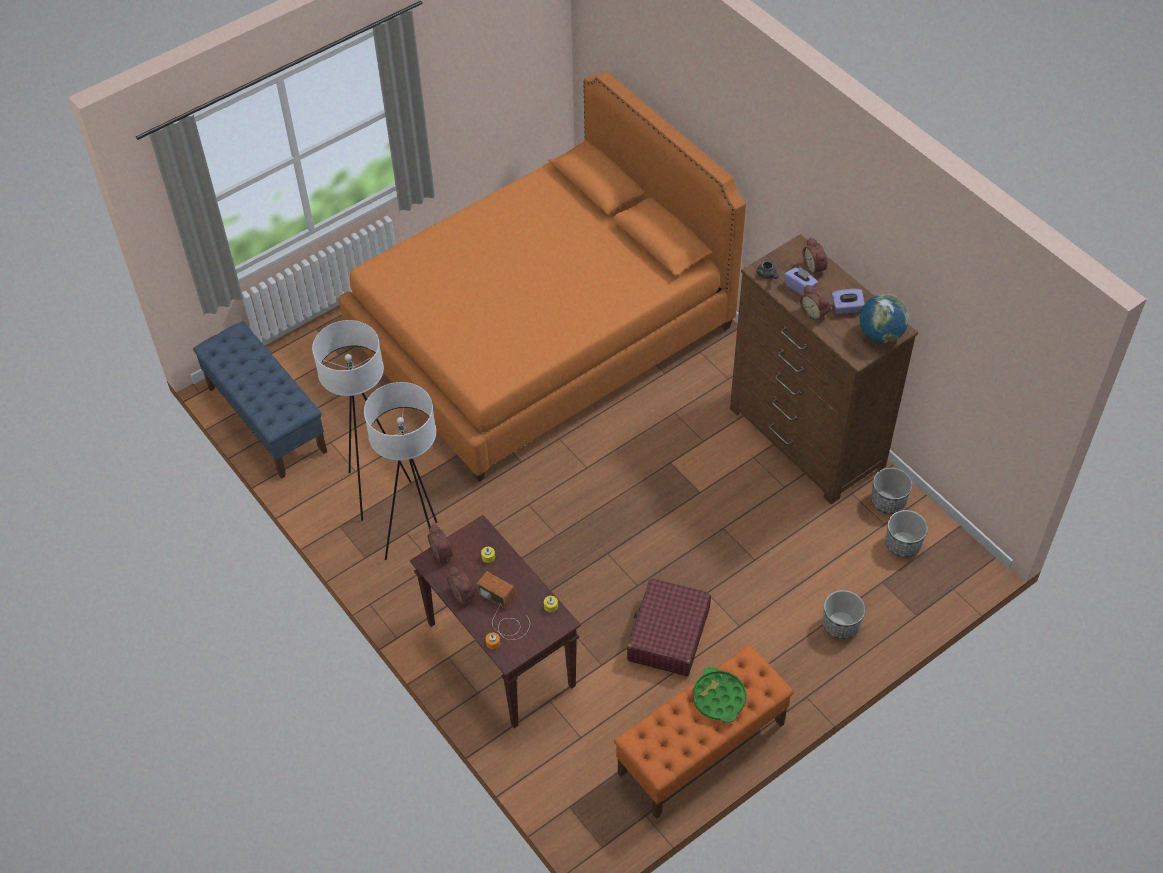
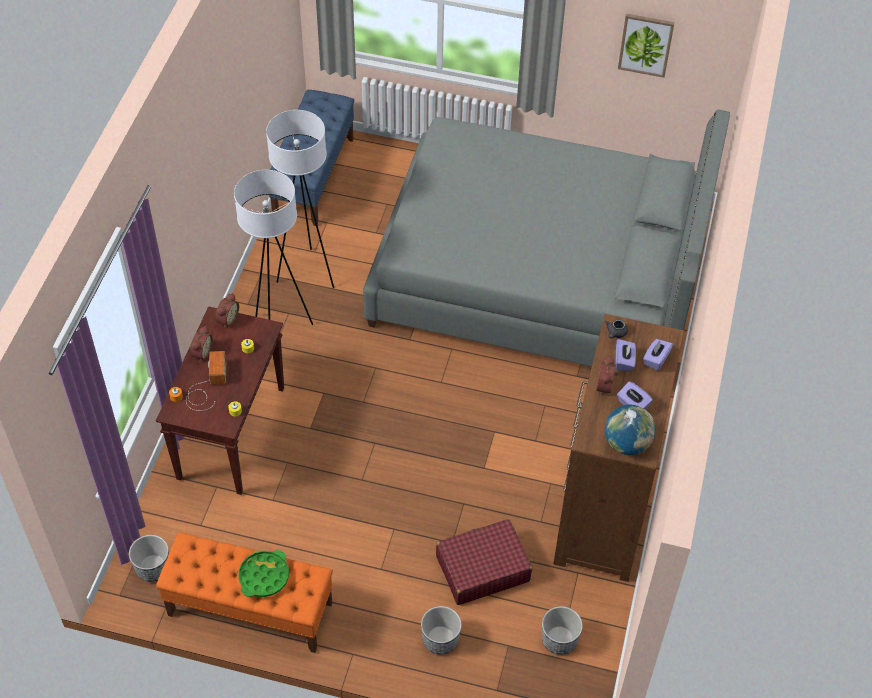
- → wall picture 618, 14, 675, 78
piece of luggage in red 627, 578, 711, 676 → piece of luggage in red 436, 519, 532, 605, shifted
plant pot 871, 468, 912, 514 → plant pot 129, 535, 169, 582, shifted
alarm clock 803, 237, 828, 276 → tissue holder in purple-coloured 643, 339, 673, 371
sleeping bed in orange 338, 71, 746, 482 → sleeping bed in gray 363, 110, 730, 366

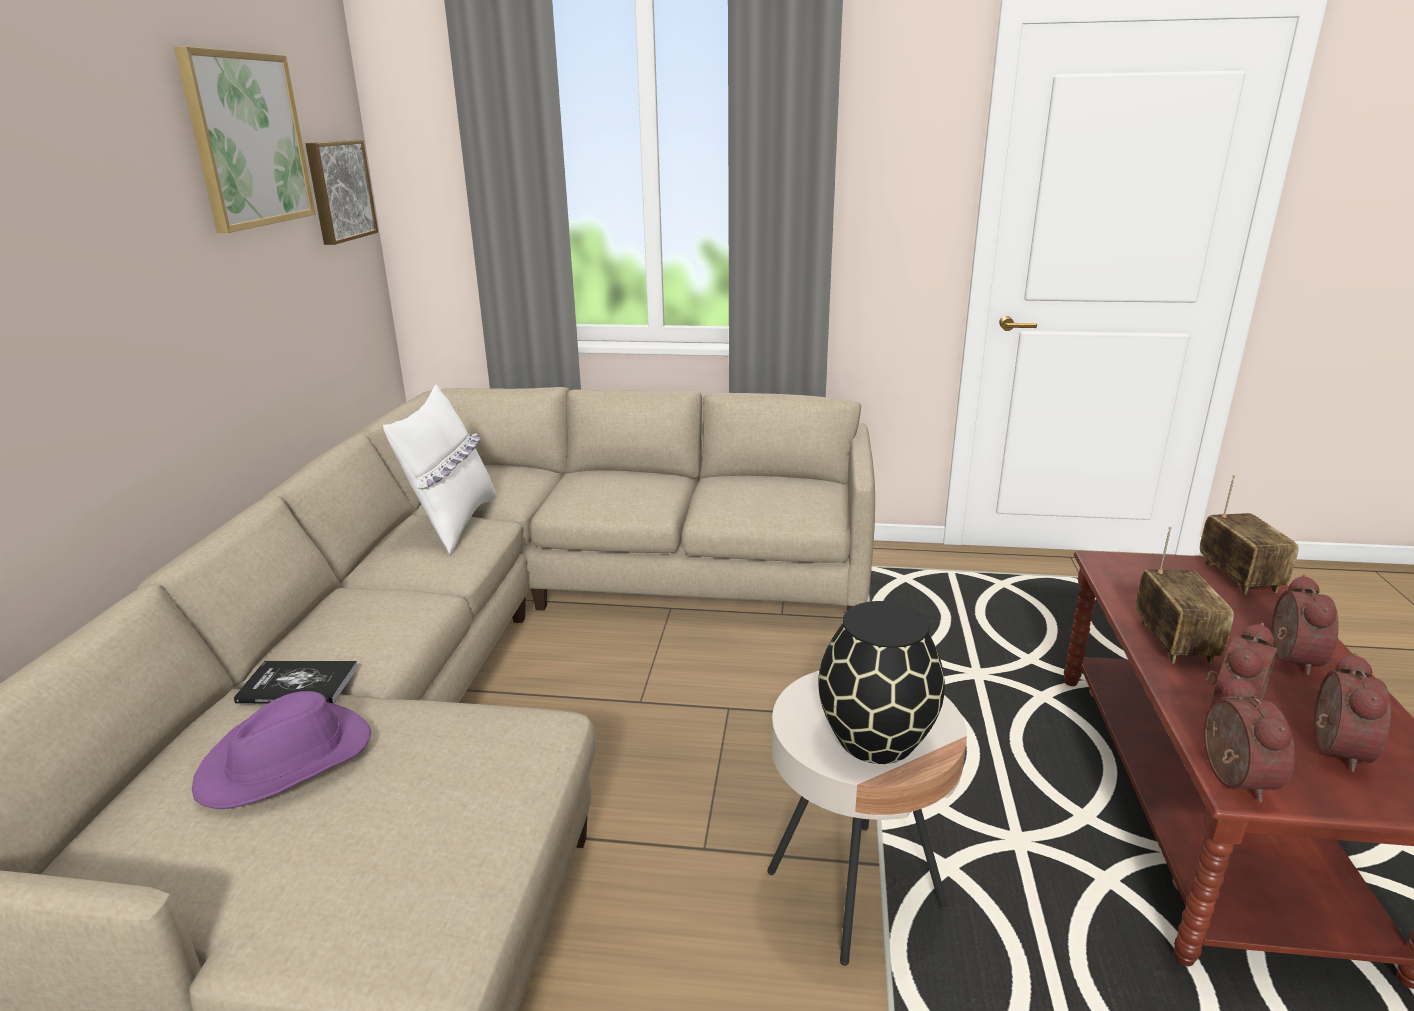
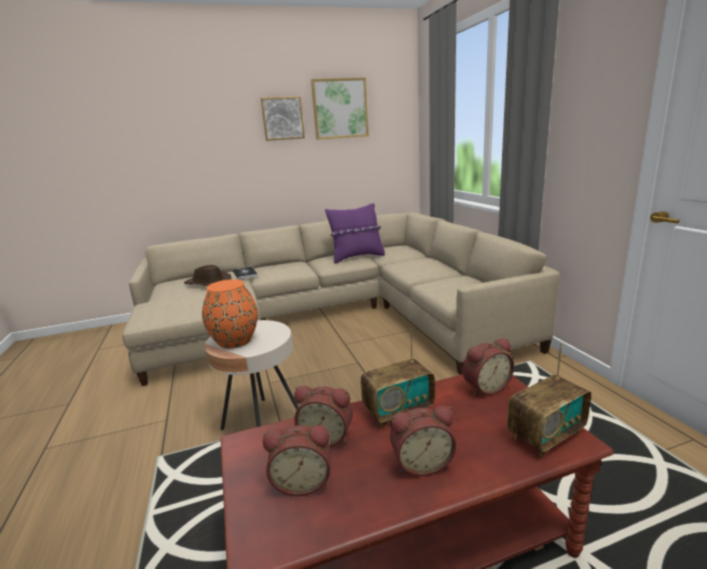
wall picture 306, 140, 378, 245 → wall picture 261, 96, 305, 141, shifted
alarm clock 1204, 676, 1295, 803 → alarm clock 462, 338, 514, 396, shifted
hat in purple-coloured 192, 691, 371, 809 → hat in brown 184, 265, 232, 286
throw pillow in white-coloured 383, 385, 496, 554 → throw pillow in purple-coloured 325, 203, 385, 264
flower vase in black-coloured 818, 601, 945, 764 → flower vase in orange 202, 279, 258, 349

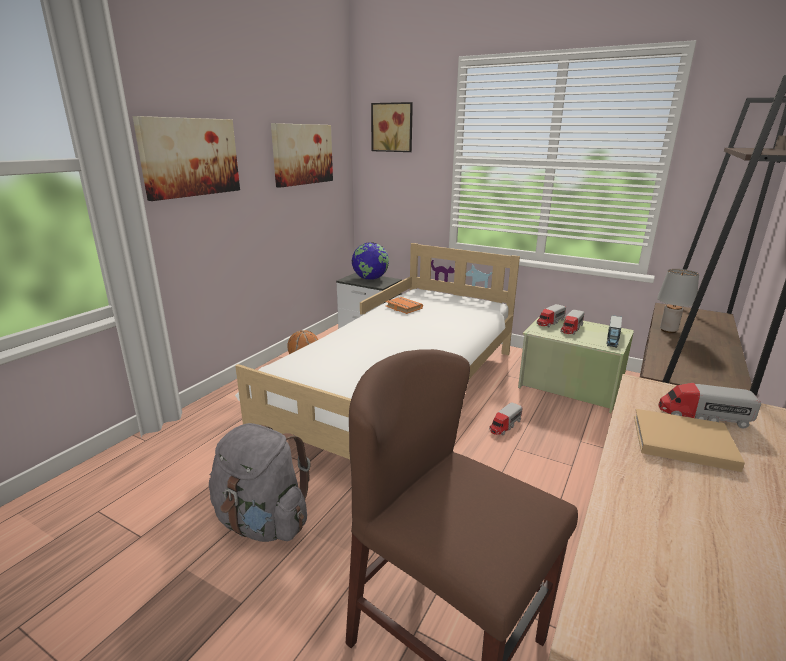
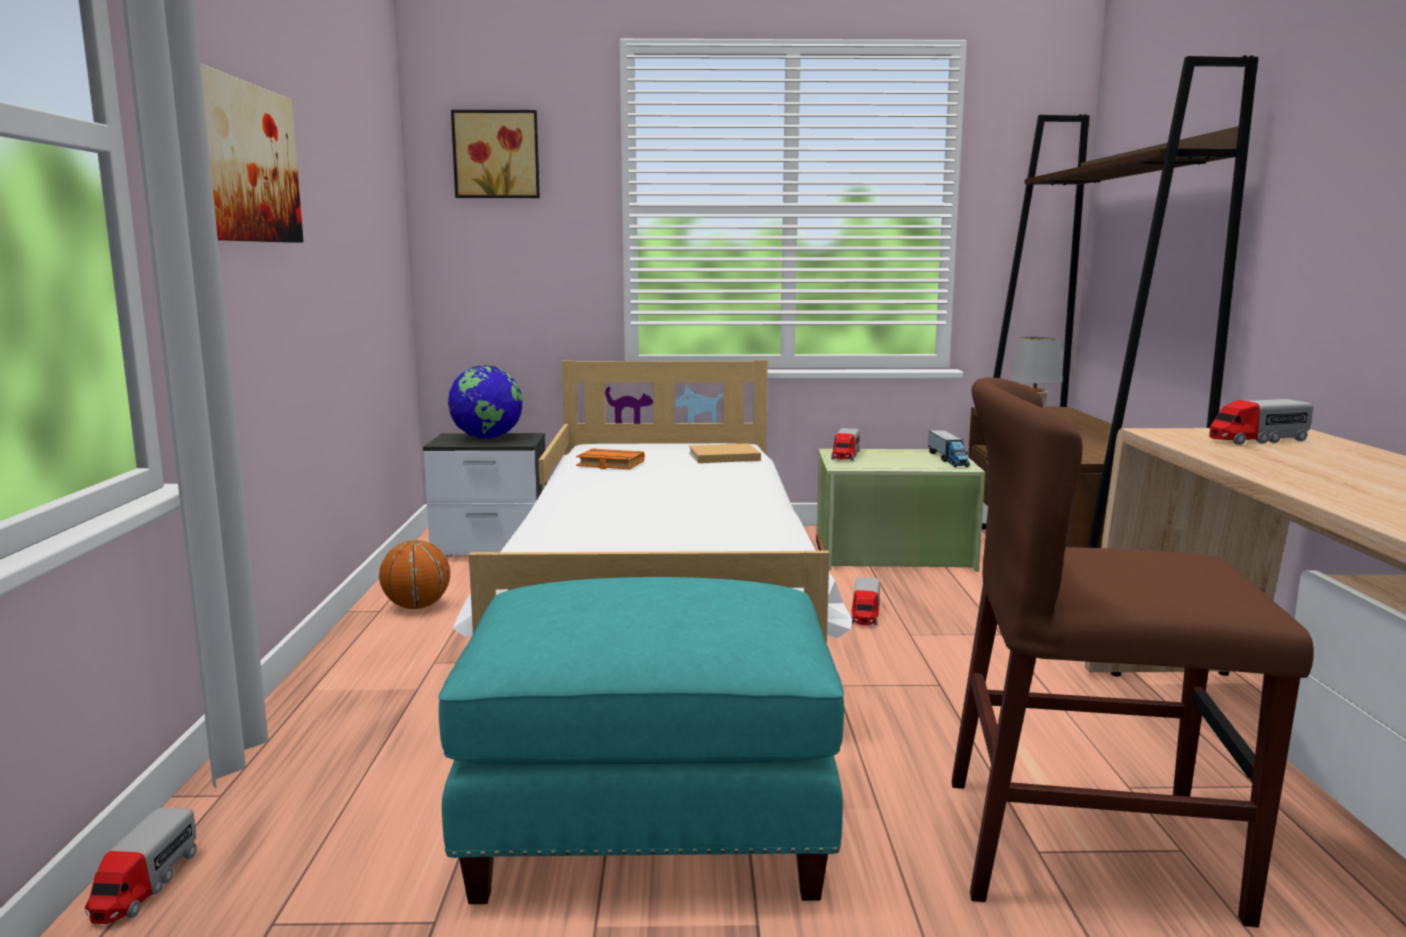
wall picture 271, 123, 333, 188 → -
model truck 560, 310, 584, 335 → model truck 85, 808, 197, 924, shifted
book in beige 634, 409, 745, 472 → book in beige 689, 443, 761, 463, shifted
rucksack in gray 209, 423, 311, 542 → ottoman in turquoise 438, 577, 844, 904

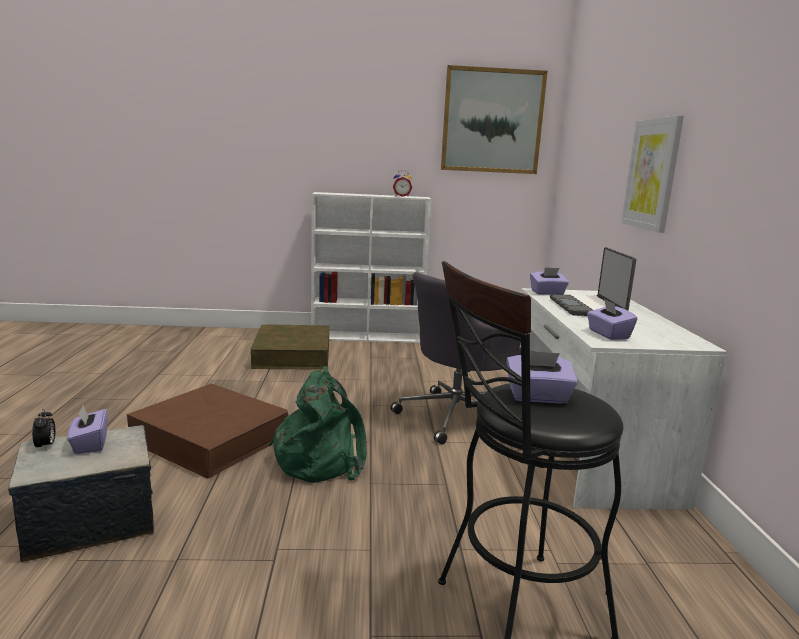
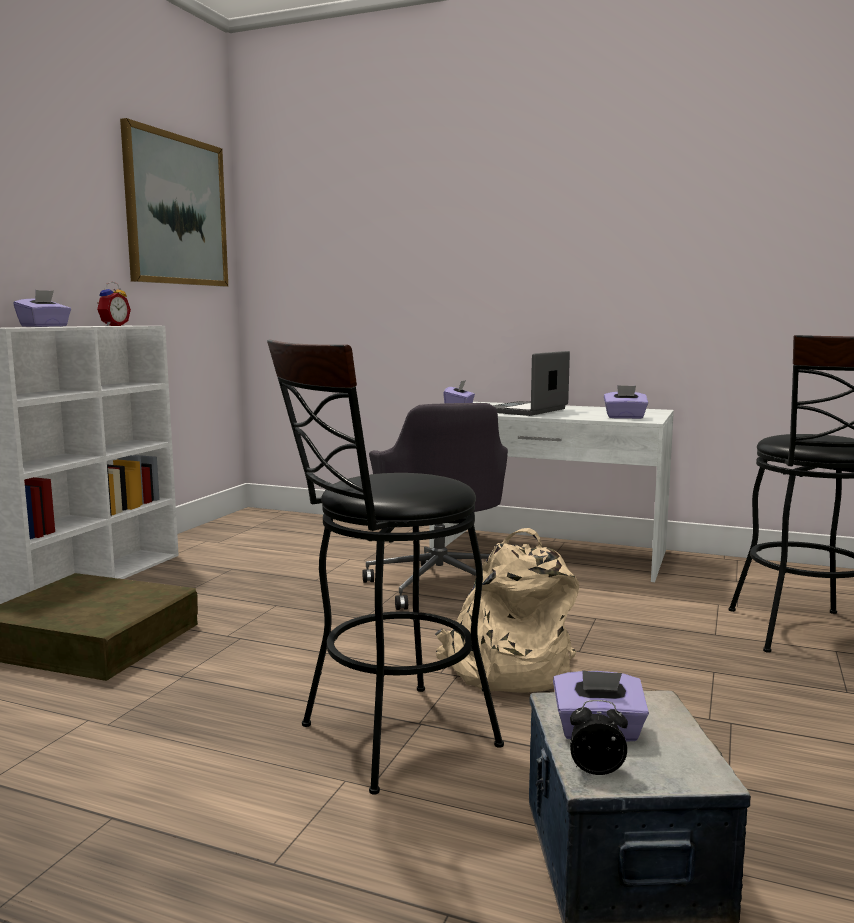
wall picture 621, 115, 684, 233 → -
tissue holder in purple-coloured 506, 351, 578, 403 → tissue holder in purple-coloured 13, 290, 71, 327, shifted
storage box in brown 127, 384, 288, 479 → stool seat in black-coloured 267, 340, 504, 795
rucksack in green-coloured 269, 366, 367, 483 → rucksack in beige 435, 528, 579, 692
portable computer 550, 247, 636, 316 → portable computer 493, 351, 570, 416, 105 degrees clockwise

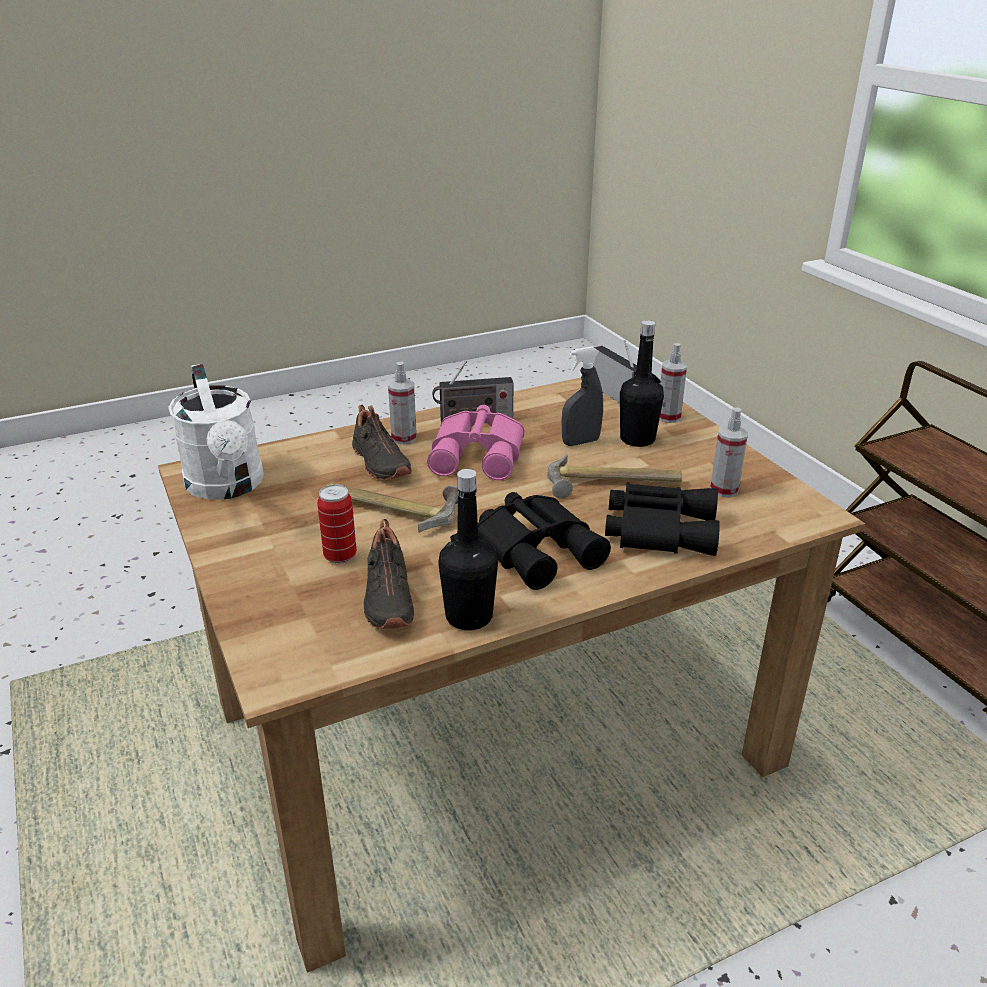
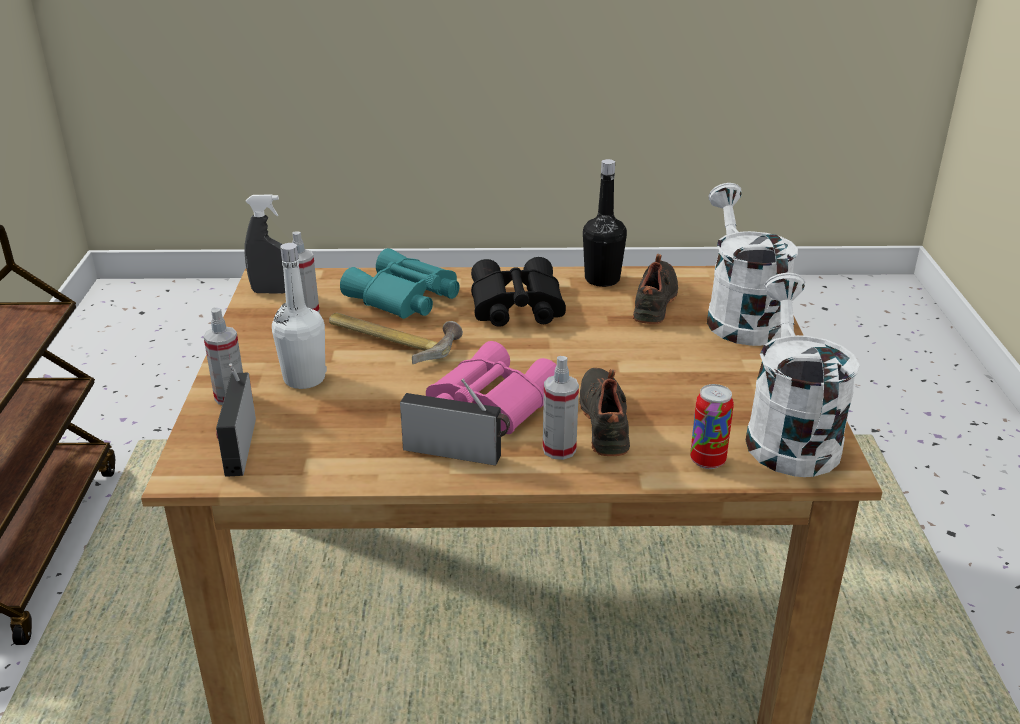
hammer 326, 483, 458, 533 → -
- → sprinkling can in white-coloured 707, 183, 798, 346
sealed can 317, 485, 357, 564 → sealed can 690, 384, 734, 469, shifted
spray bottle in gray 561, 347, 603, 446 → spray bottle in gray 244, 194, 285, 293, shifted
field glasses in black-coloured 605, 483, 720, 556 → field glasses in turquoise 340, 248, 460, 319
drink bottle in black-coloured 620, 320, 664, 447 → drink bottle in white-coloured 272, 243, 327, 389

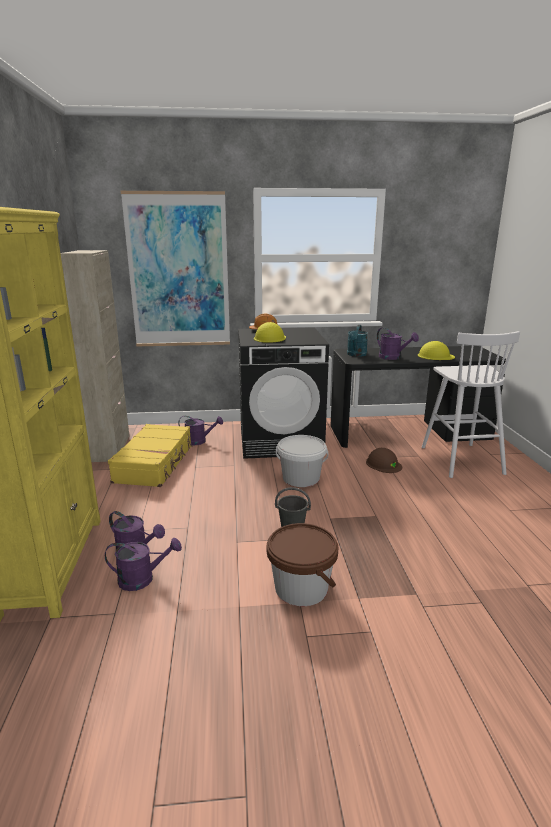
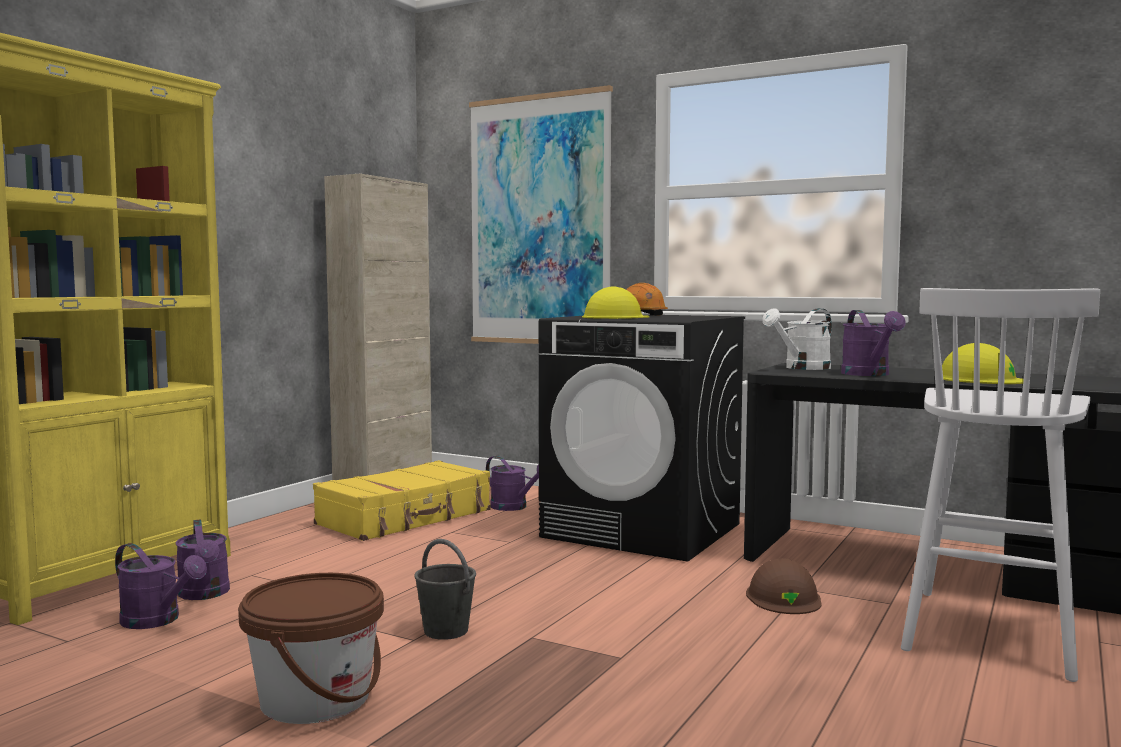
water bucket in white-coloured 276, 435, 328, 487 → -
sprinkling can in turquoise 347, 325, 368, 357 → sprinkling can in white-coloured 763, 308, 832, 370

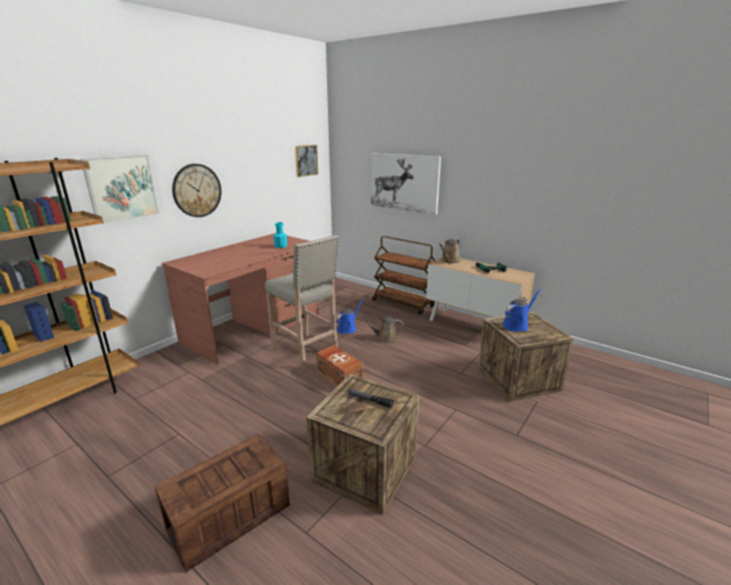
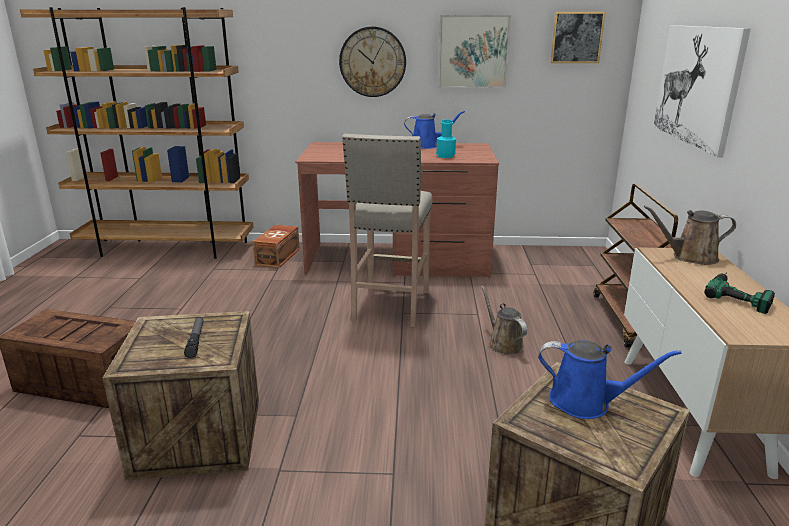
wall picture 81, 155, 159, 225 → wall picture 438, 15, 511, 88, shifted
storage box in brown 316, 345, 363, 386 → storage box in brown 253, 225, 300, 268, shifted
sprinkling can in blue-coloured 336, 299, 363, 334 → sprinkling can in blue-coloured 404, 111, 465, 149, shifted

